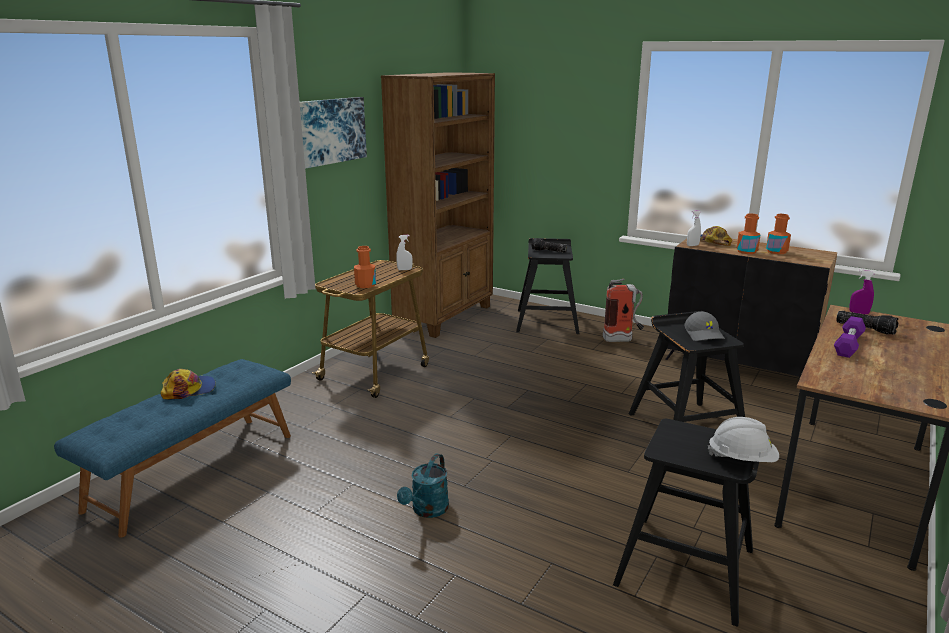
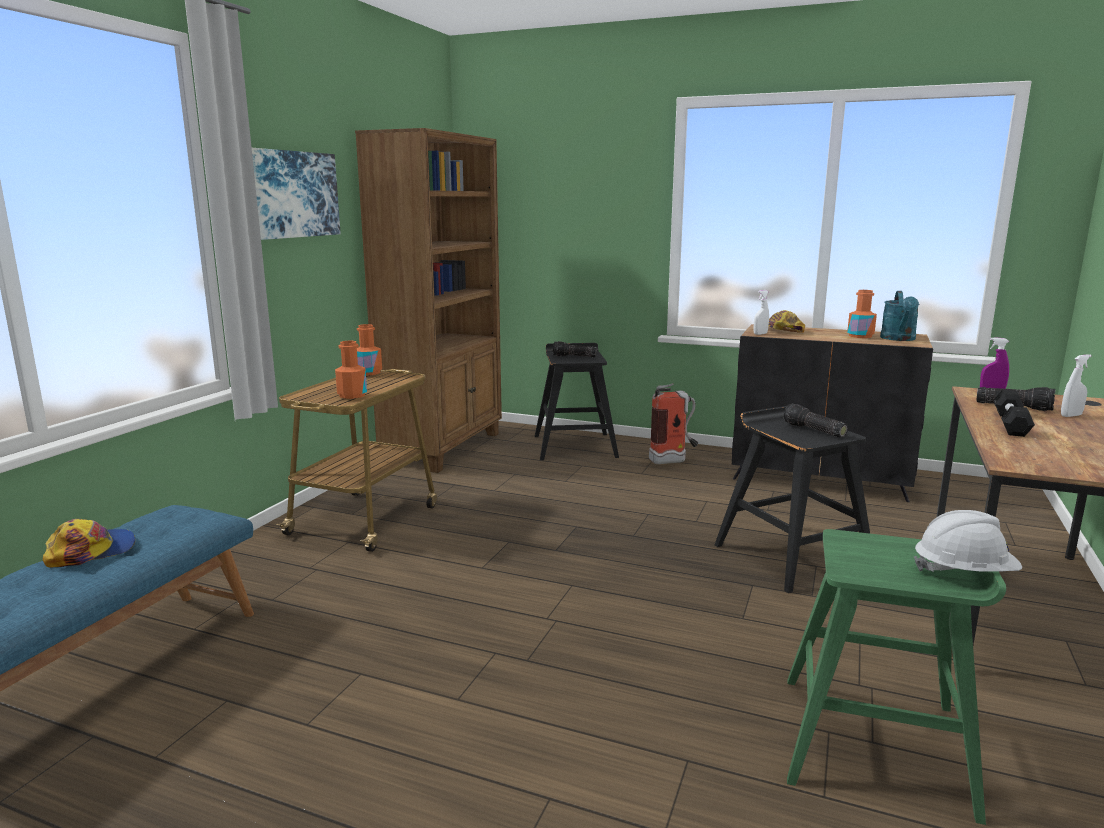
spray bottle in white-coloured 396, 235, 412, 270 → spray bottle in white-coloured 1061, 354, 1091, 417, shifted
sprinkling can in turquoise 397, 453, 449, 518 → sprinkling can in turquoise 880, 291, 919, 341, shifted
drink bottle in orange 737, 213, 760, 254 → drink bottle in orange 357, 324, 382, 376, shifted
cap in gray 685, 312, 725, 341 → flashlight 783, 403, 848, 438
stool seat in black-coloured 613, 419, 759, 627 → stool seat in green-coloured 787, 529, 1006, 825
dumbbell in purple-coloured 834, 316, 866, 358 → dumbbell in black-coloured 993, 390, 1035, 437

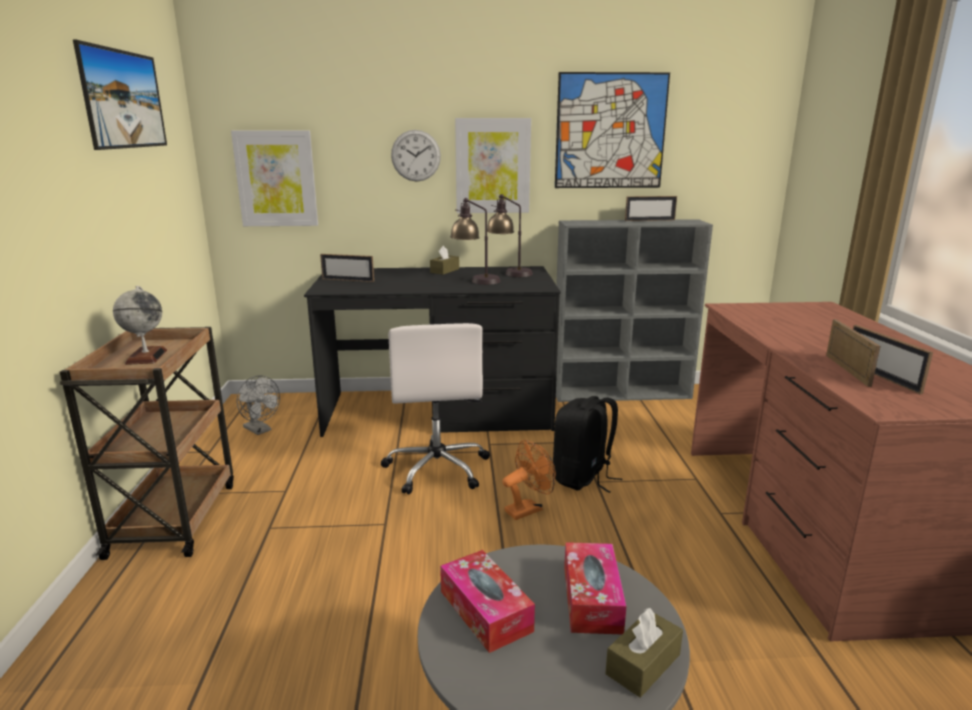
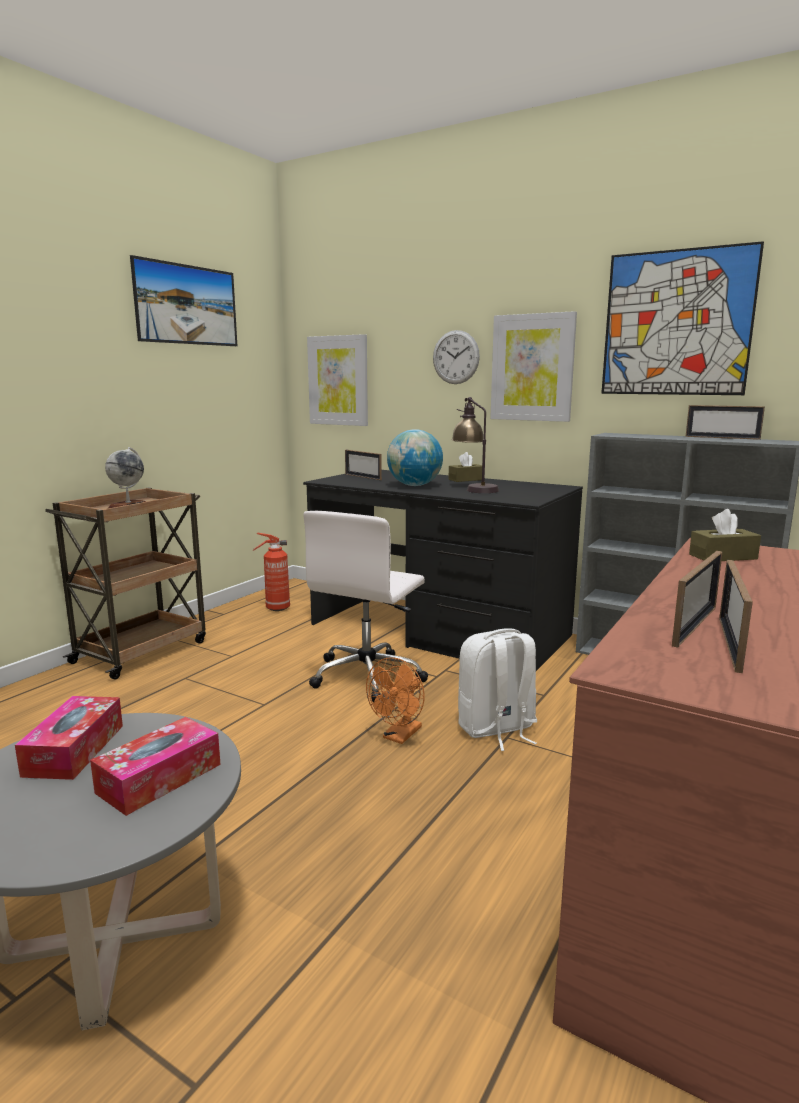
lamp for a table 487, 194, 533, 277 → -
- → desk globe 387, 429, 443, 486
tissue holder in brown 605, 608, 683, 697 → tissue holder in brown 689, 509, 761, 561, shifted
cooling fan in gray 237, 375, 280, 435 → fire-fighting cylinder 252, 533, 290, 611
rucksack in black-coloured 553, 396, 622, 493 → rucksack in white-coloured 458, 628, 537, 751
cooling fan in orange 502, 440, 556, 520 → cooling fan in orange 366, 657, 425, 744, 120 degrees clockwise

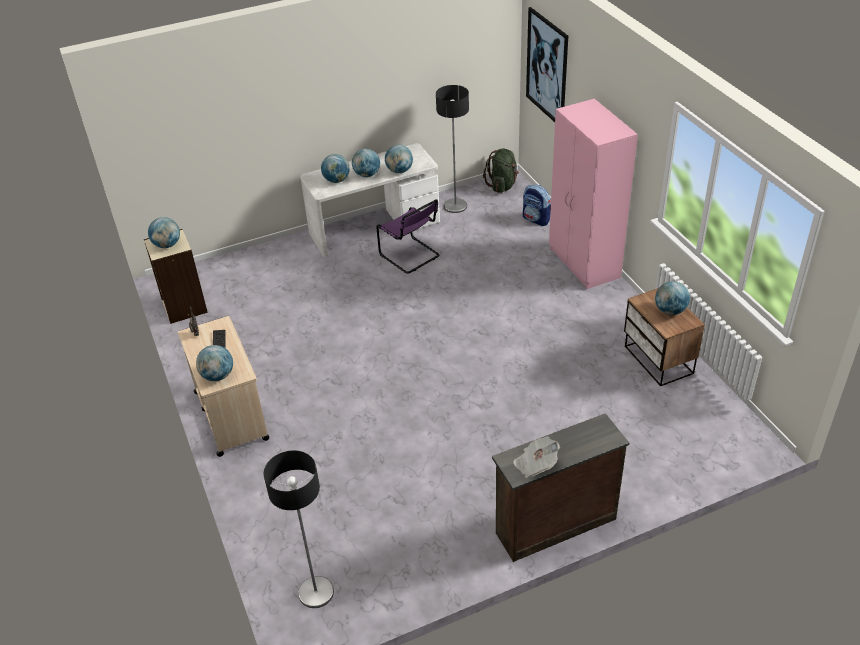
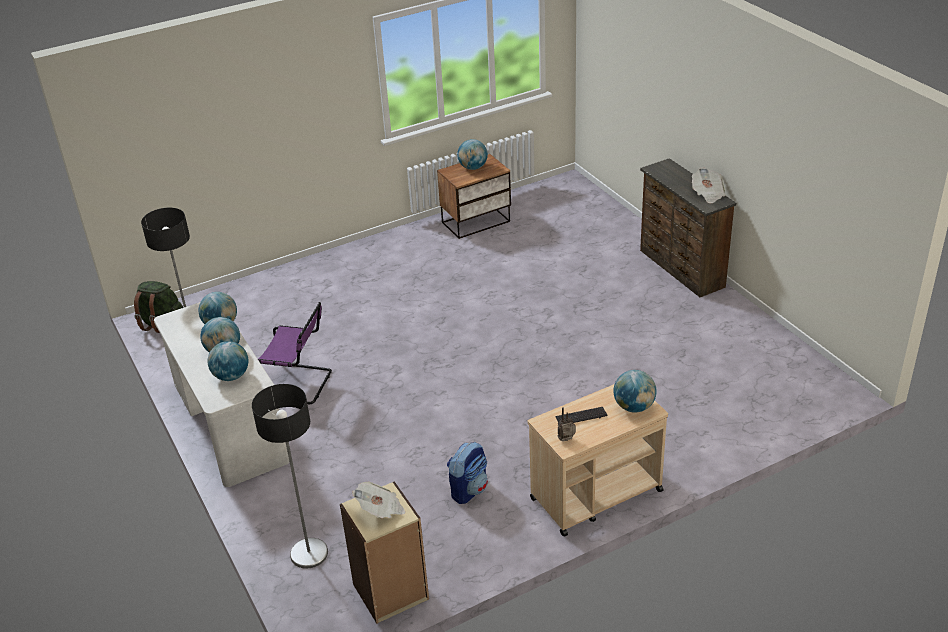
wall picture 526, 7, 568, 122 → -
wardrobe in pinkish 549, 99, 638, 289 → -
standard lamp 264, 450, 334, 608 → standard lamp 252, 384, 328, 569, shifted
rucksack 523, 184, 551, 226 → rucksack 447, 442, 488, 504, shifted
desk globe 148, 217, 180, 248 → daily paper 352, 482, 406, 518
plain chair in purple-coloured 376, 199, 440, 274 → plain chair in purple-coloured 258, 302, 332, 404, 60 degrees clockwise

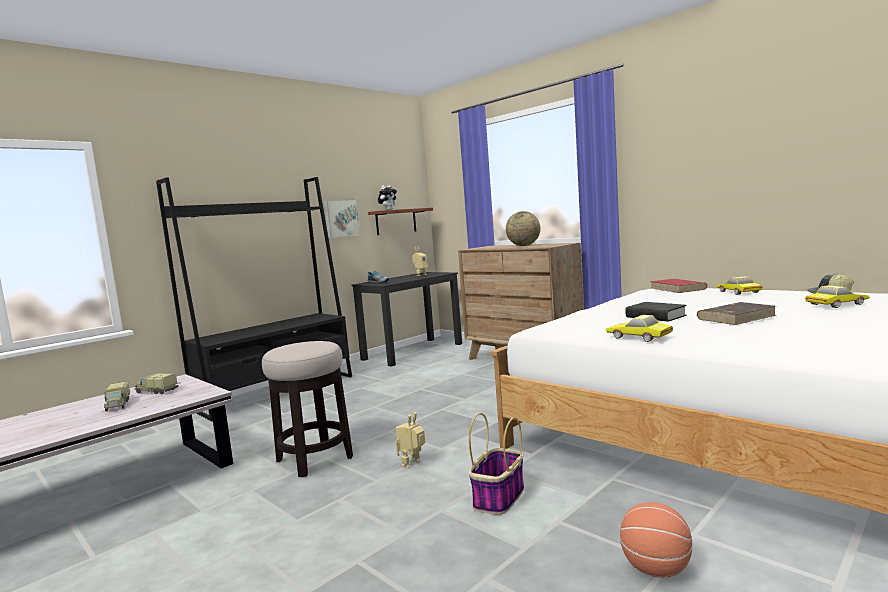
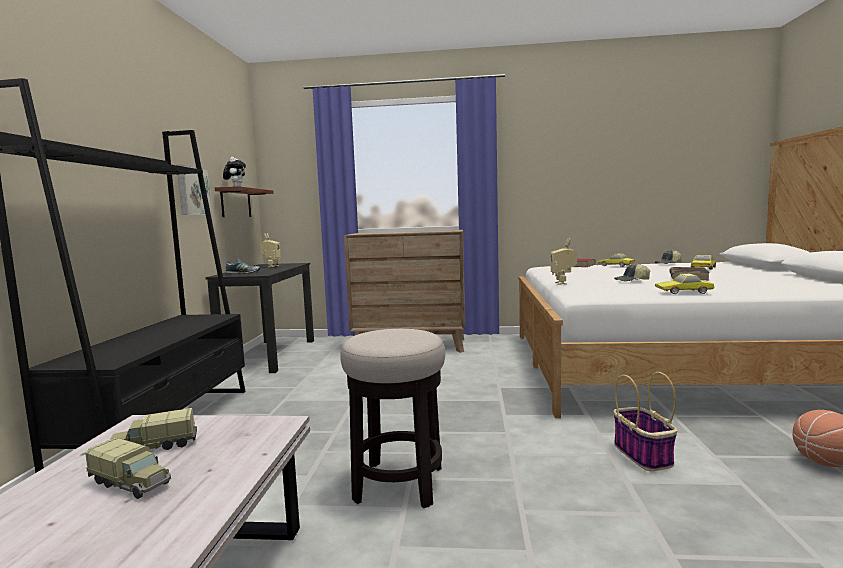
desk globe 506, 211, 541, 246 → -
model robot 396, 412, 425, 468 → model robot 551, 238, 577, 285, shifted
book in black-coloured 625, 302, 687, 322 → cap 614, 263, 650, 281

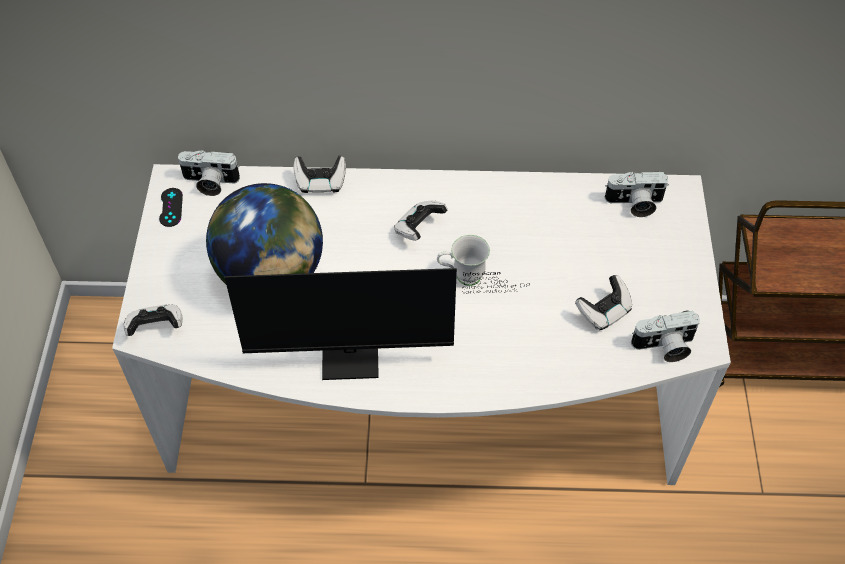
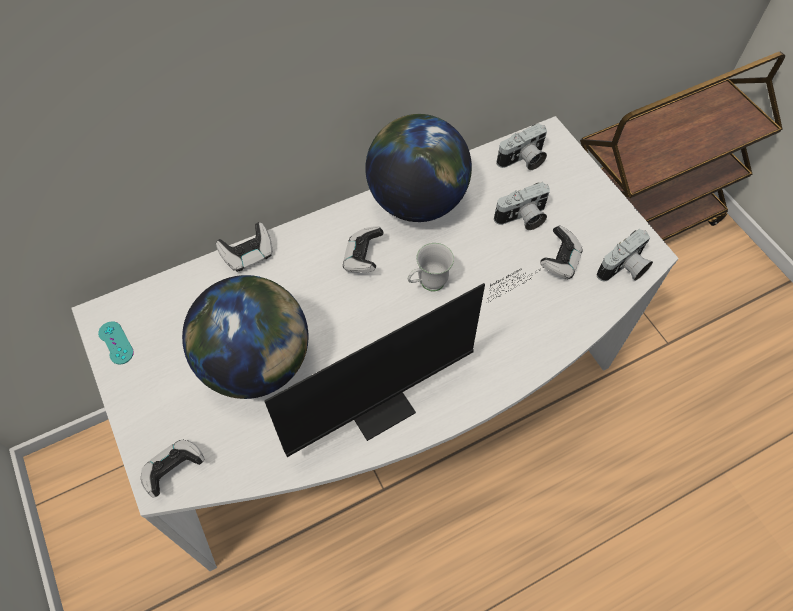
- → desk globe 365, 114, 472, 222
photo camera 178, 150, 240, 196 → photo camera 494, 182, 550, 230, shifted
game controller in black-coloured 159, 188, 183, 227 → game controller in turquoise 98, 321, 134, 364

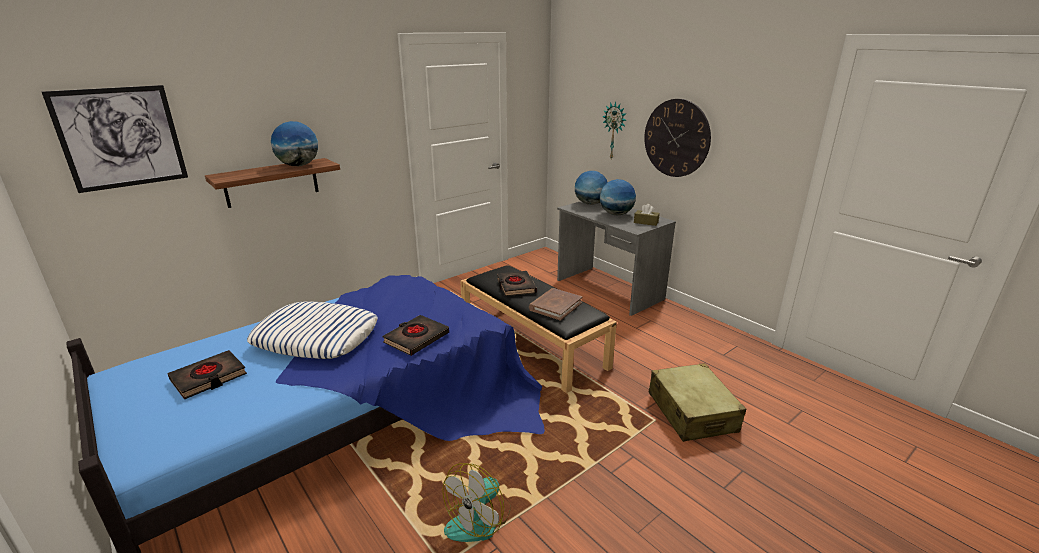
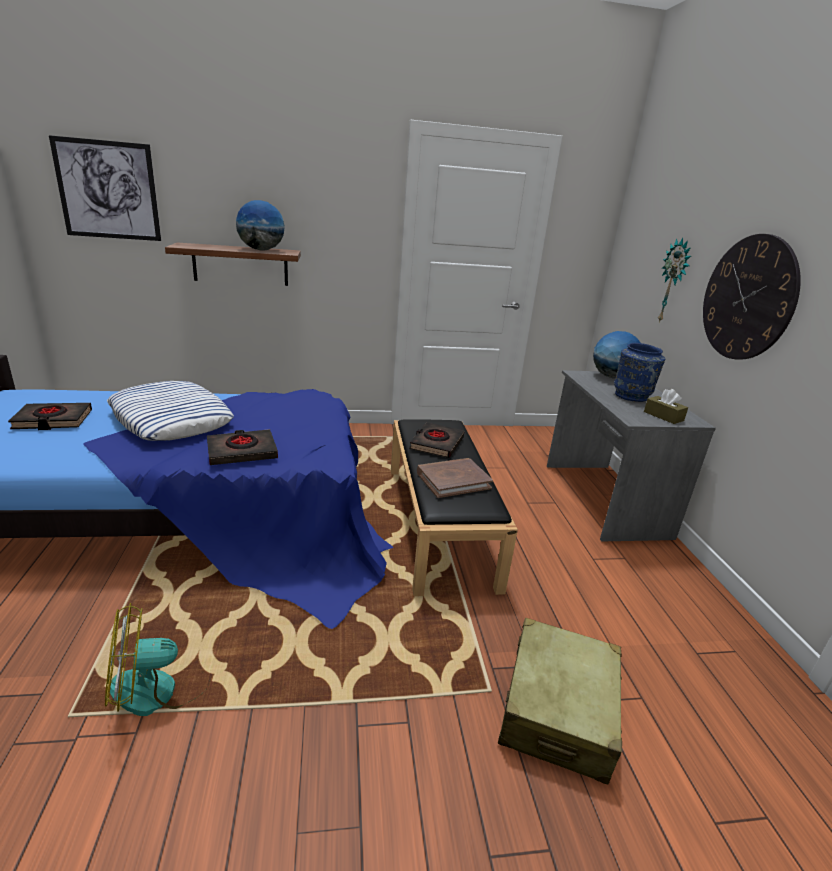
desk globe 600, 179, 636, 215 → flower vase in blue-coloured 614, 343, 665, 402

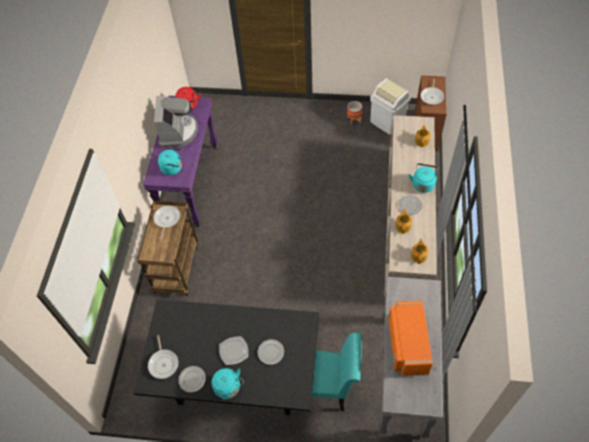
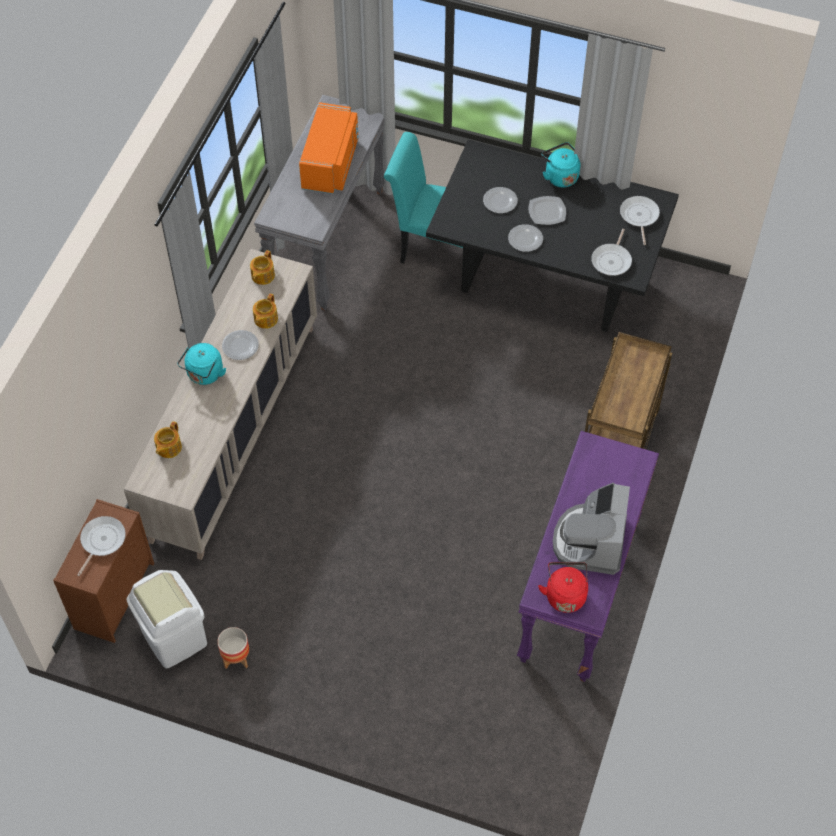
water kettle in turquoise 158, 147, 182, 175 → -
skillet 154, 205, 180, 241 → skillet 591, 229, 632, 276, shifted
plate 178, 366, 206, 392 → plate 508, 224, 543, 252, shifted

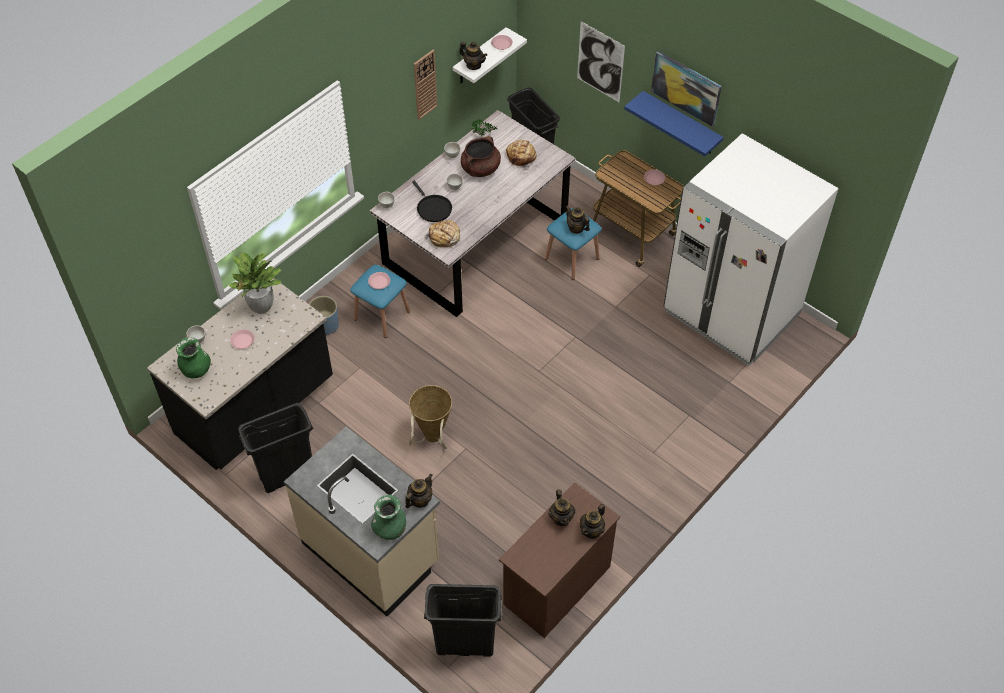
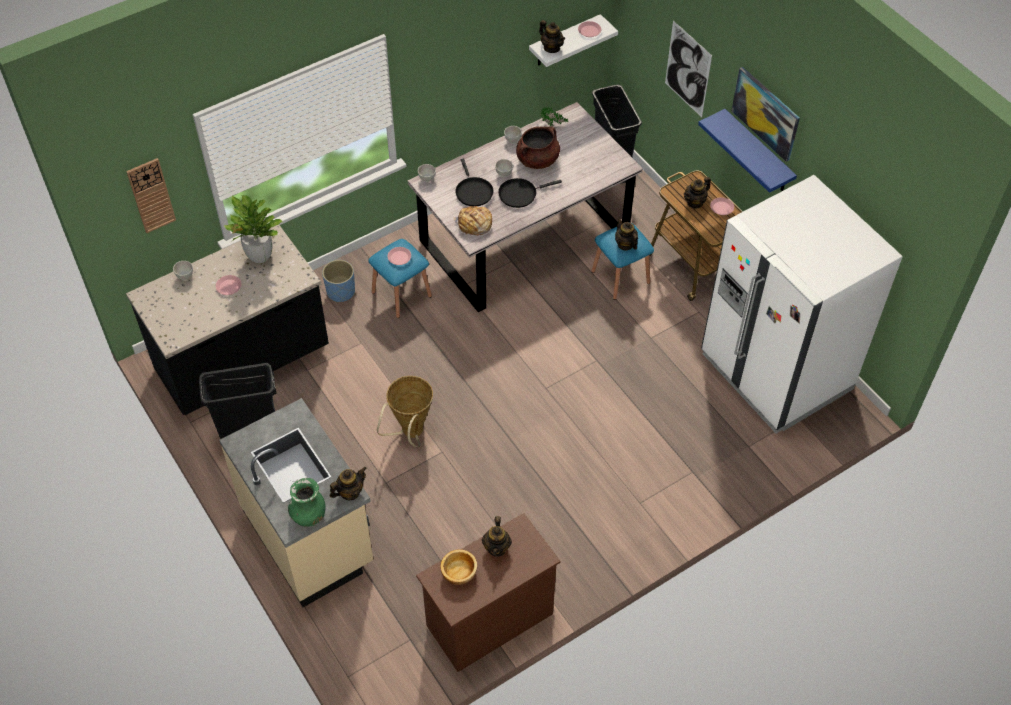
flower vase in green-coloured 176, 337, 211, 378 → -
trash can in black-coloured 424, 584, 502, 657 → -
baked bread 506, 140, 537, 169 → -
- → serving bowl 440, 549, 477, 585
- → skillet in black-coloured 498, 178, 562, 208
clock on the wall 414, 50, 438, 120 → clock on the wall 126, 158, 176, 233, shifted
tea pot 580, 504, 605, 539 → tea pot 684, 177, 711, 209, shifted

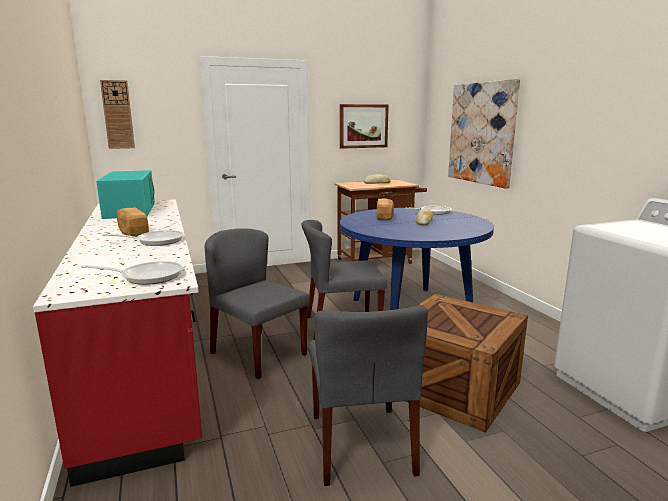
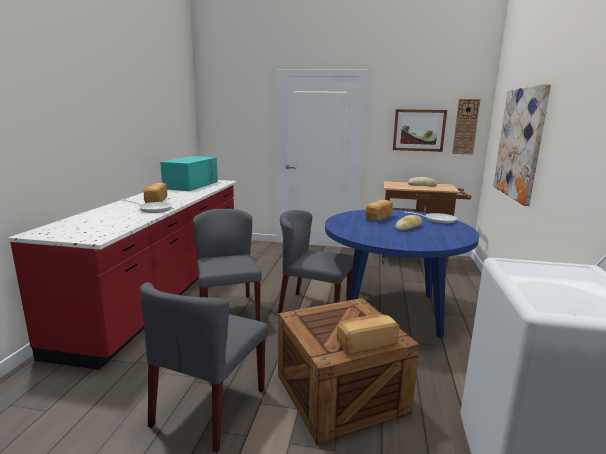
skillet 81, 261, 183, 285 → -
- → baked bread 337, 314, 399, 354
clock on the wall 100, 80, 135, 149 → clock on the wall 452, 99, 481, 155, shifted

